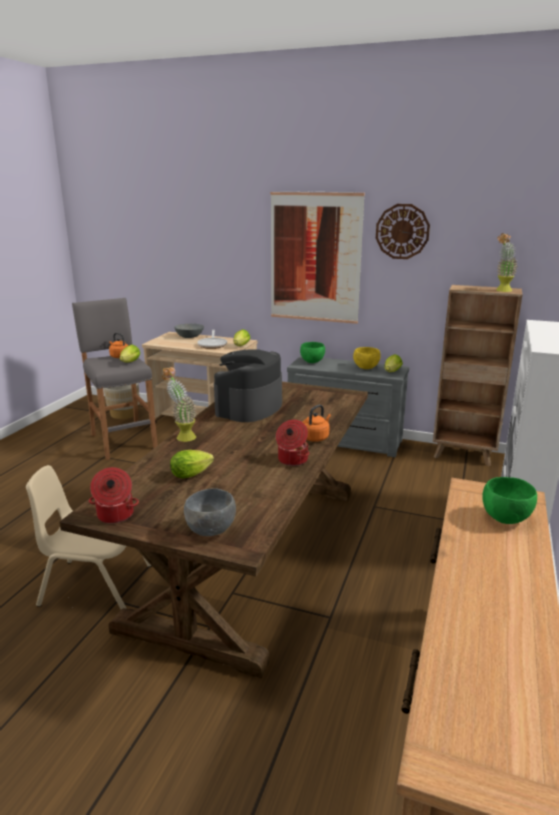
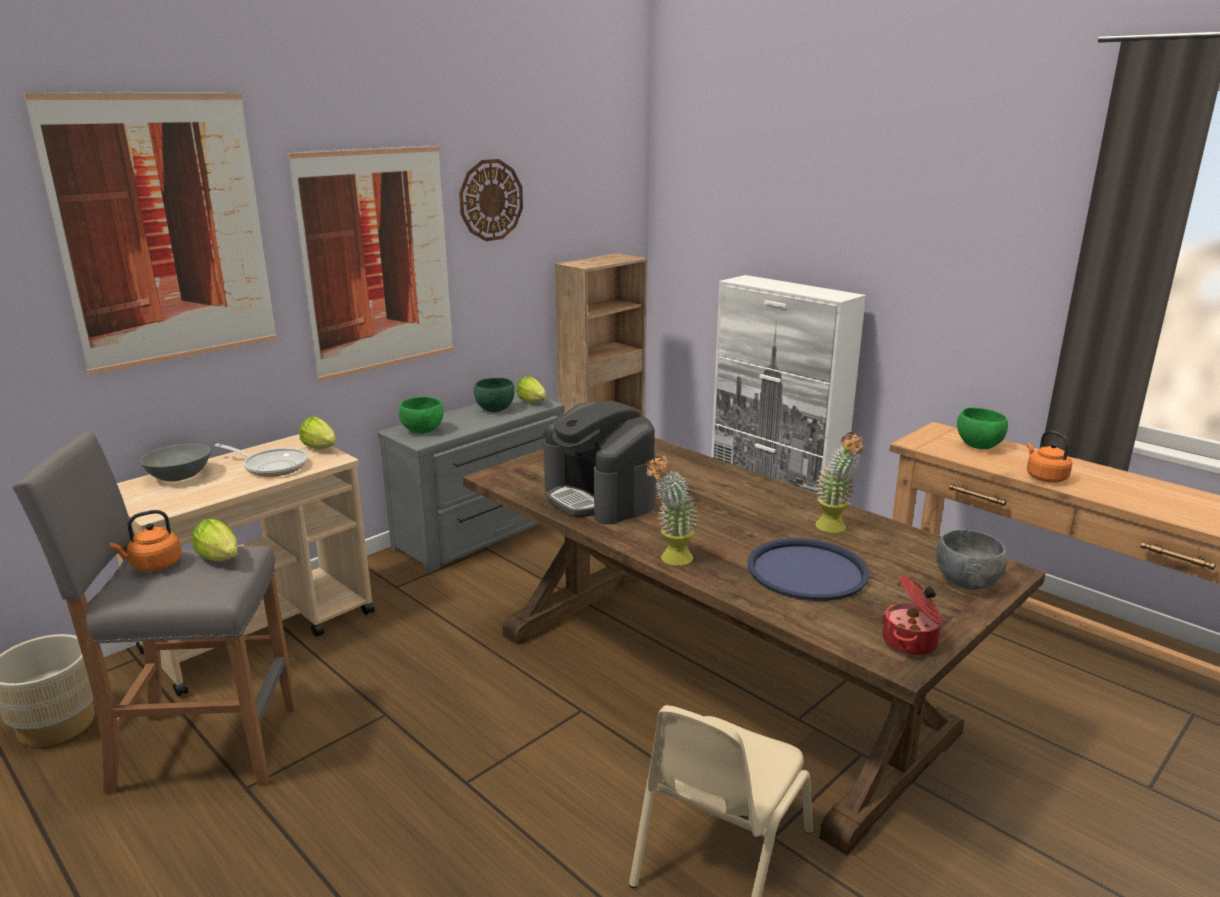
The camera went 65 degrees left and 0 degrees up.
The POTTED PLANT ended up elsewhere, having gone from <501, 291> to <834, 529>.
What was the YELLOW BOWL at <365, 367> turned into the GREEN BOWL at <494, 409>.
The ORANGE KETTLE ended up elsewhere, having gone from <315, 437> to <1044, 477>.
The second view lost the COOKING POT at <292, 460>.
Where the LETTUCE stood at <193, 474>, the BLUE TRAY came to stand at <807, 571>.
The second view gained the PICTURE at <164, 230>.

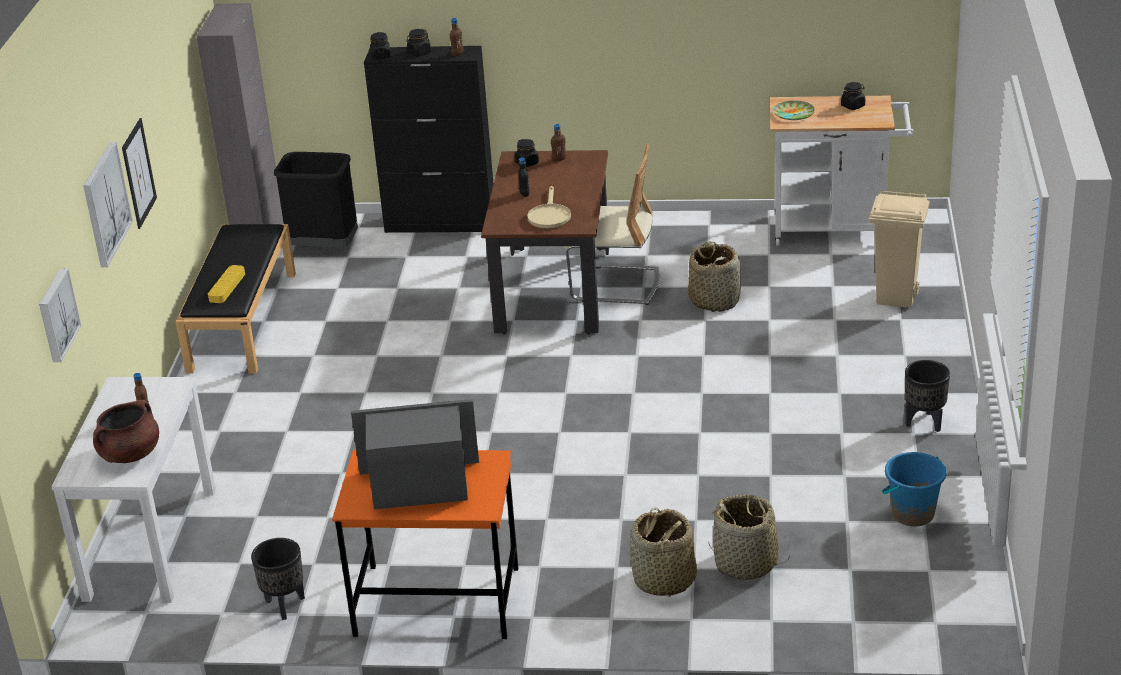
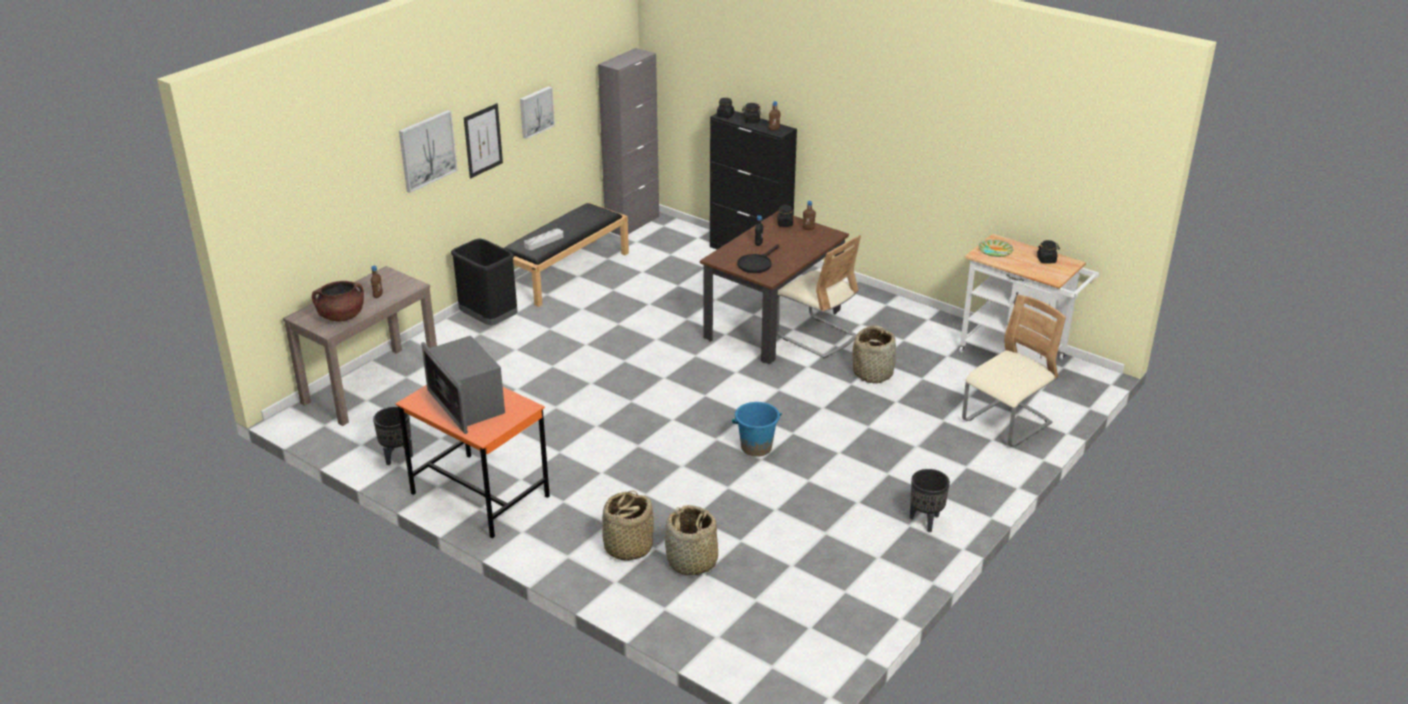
The camera went 30 degrees right and 0 degrees up.
The BLACK TRASH CAN ended up elsewhere, having gone from <324, 247> to <489, 320>.
What was the BEIGE FRYING PAN at <549, 215> turned into the BLACK FRYING PAN at <757, 264>.
Where the BEIGE TRASH CAN stood at <896, 298>, the BEIGE CHAIR came to stand at <1006, 423>.
What was the YELLOW TRAY at <227, 287> turned into the GREY TRAY at <544, 241>.
The PICTURE ended up elsewhere, having gone from <56, 315> to <535, 111>.
What was the WHITE CONSOLE TABLE at <151, 542> turned into the BROWN CONSOLE TABLE at <371, 385>.
The MICROWAVE at <419, 484> ended up facing another way, 150 degrees counterclockwise from before.
The BLUE BUCKET ended up elsewhere, having gone from <912, 514> to <756, 447>.

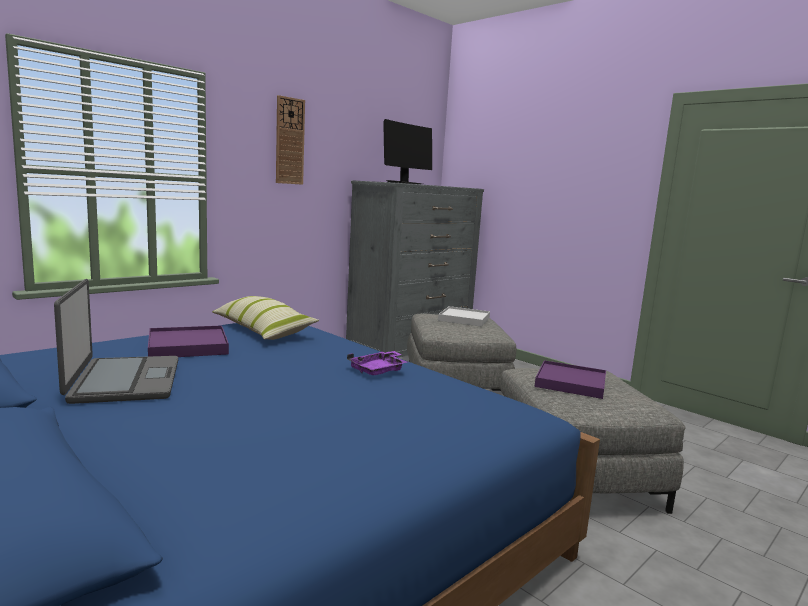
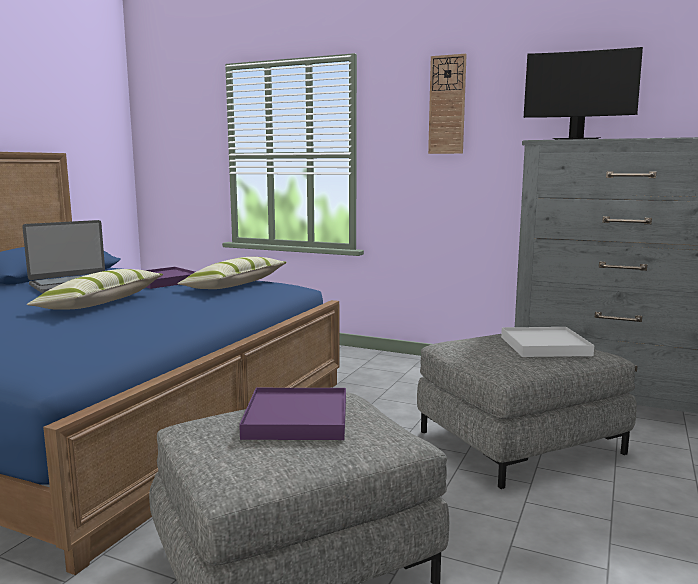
The camera went 70 degrees right and 0 degrees up.
The second view lost the PURPLE TRAY at <378, 370>.
The second view gained the PILLOW at <101, 303>.

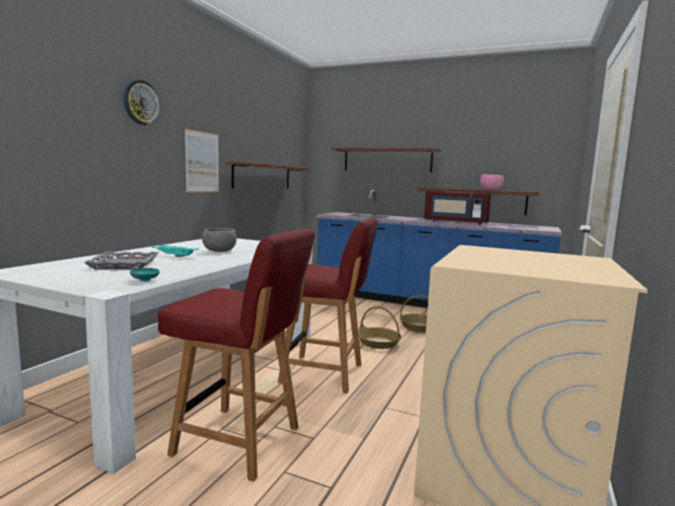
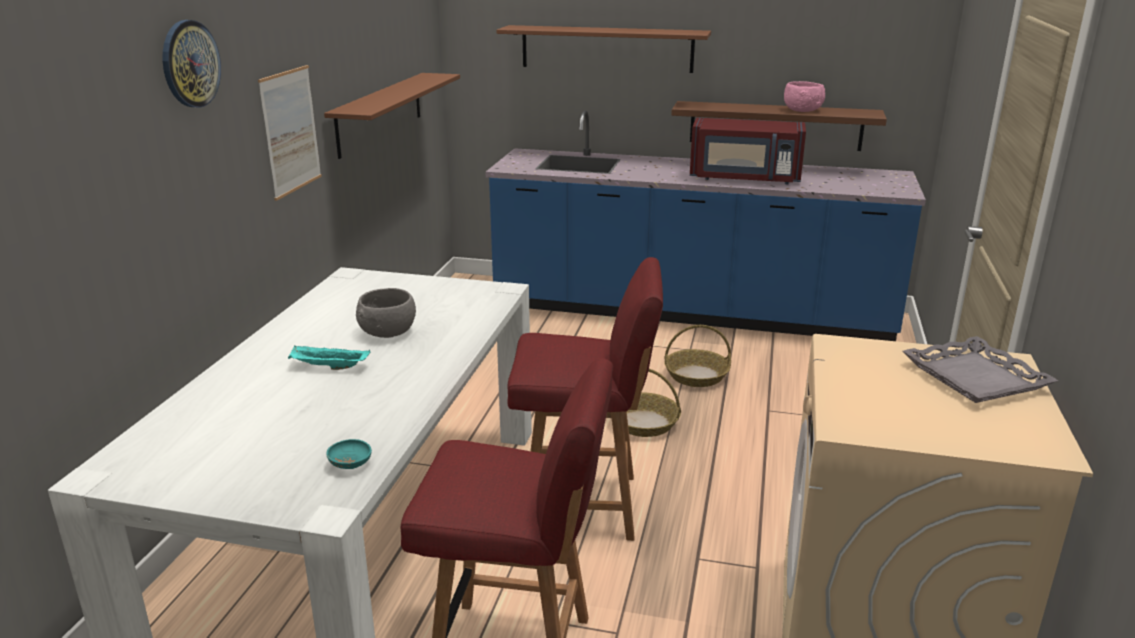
The camera went 10 degrees left and 15 degrees up.
The GREY TRAY ended up elsewhere, having gone from <125, 264> to <976, 377>.

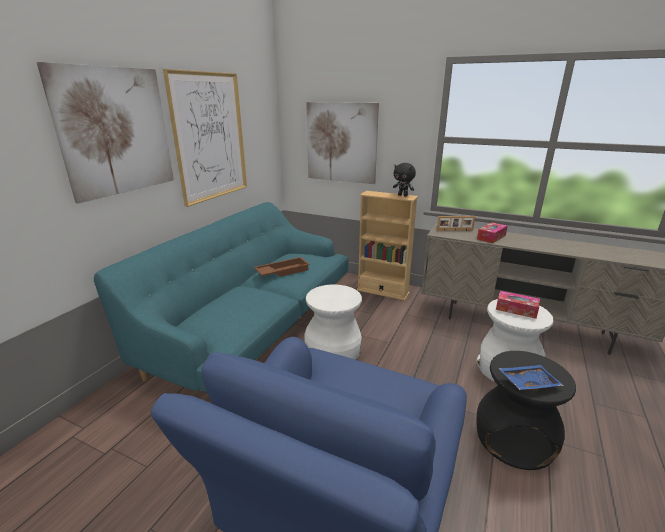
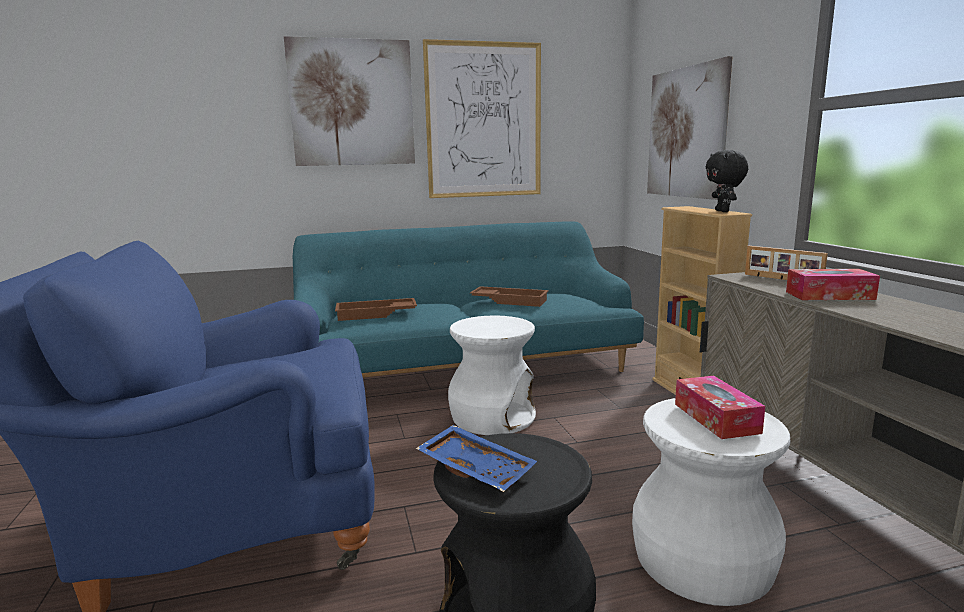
The camera went 50 degrees right and 10 degrees down.
The second view gained the BROWN TRAY at <376, 314>.

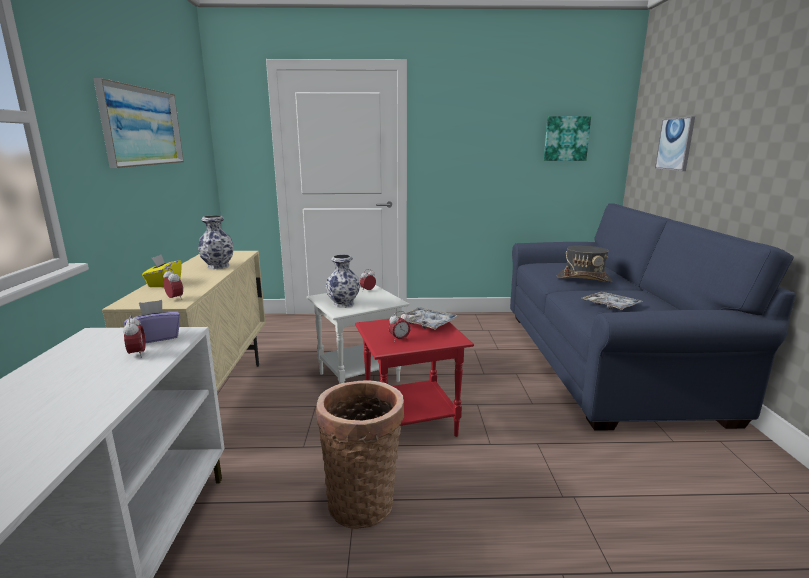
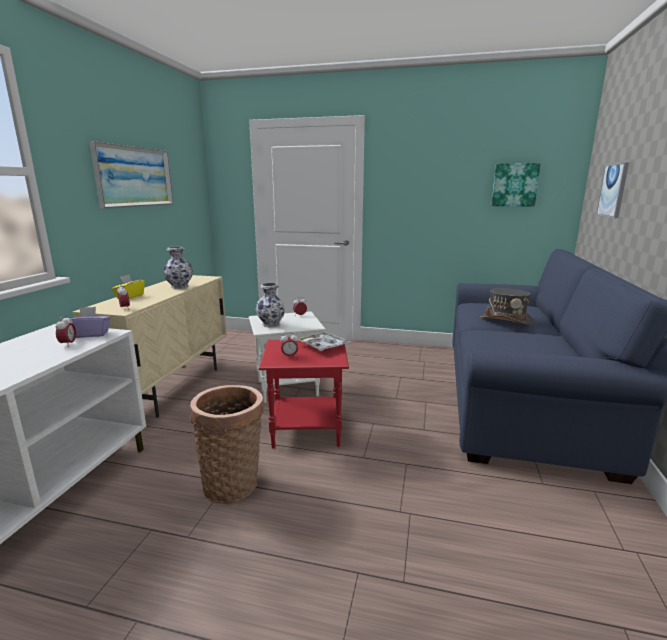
The camera went 15 degrees right and 0 degrees up.
The second view lost the TRAY at <610, 305>.

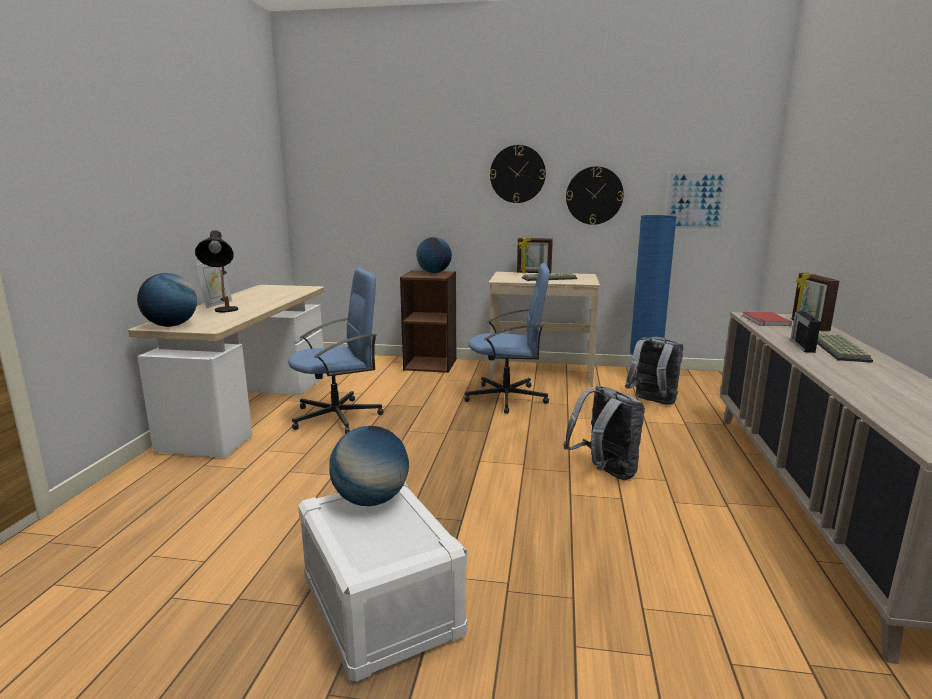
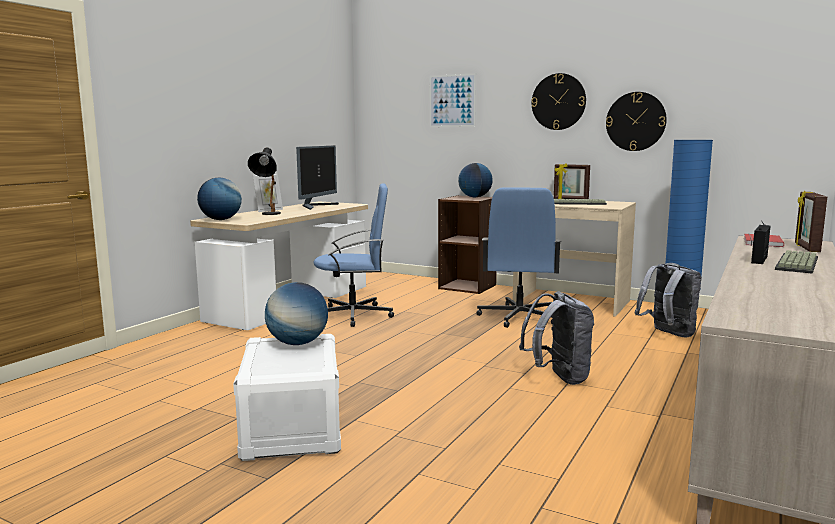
The camera went 20 degrees right and 5 degrees down.
The PICTURE ended up elsewhere, having gone from <695, 201> to <452, 100>.
The BLUE OFFICE CHAIR at <507, 398> ended up facing another way, 75 degrees clockwise from before.
The second view gained the MONITOR at <316, 206>.

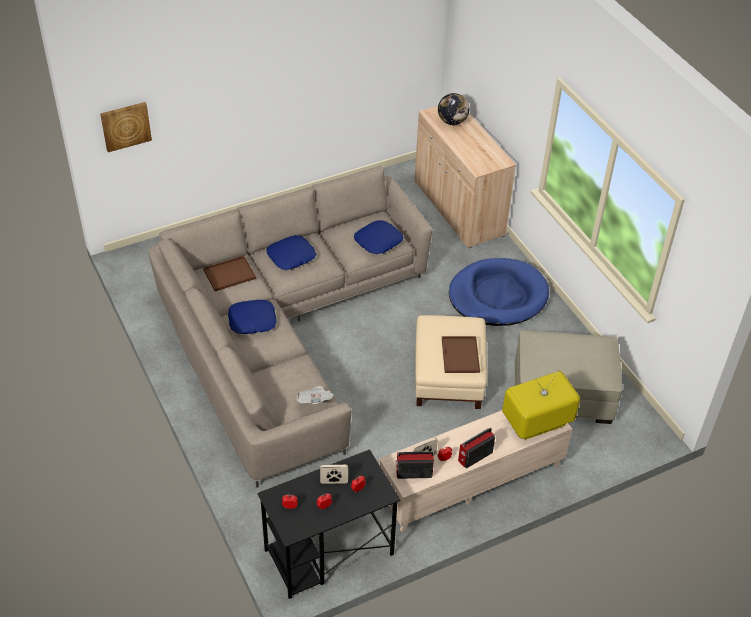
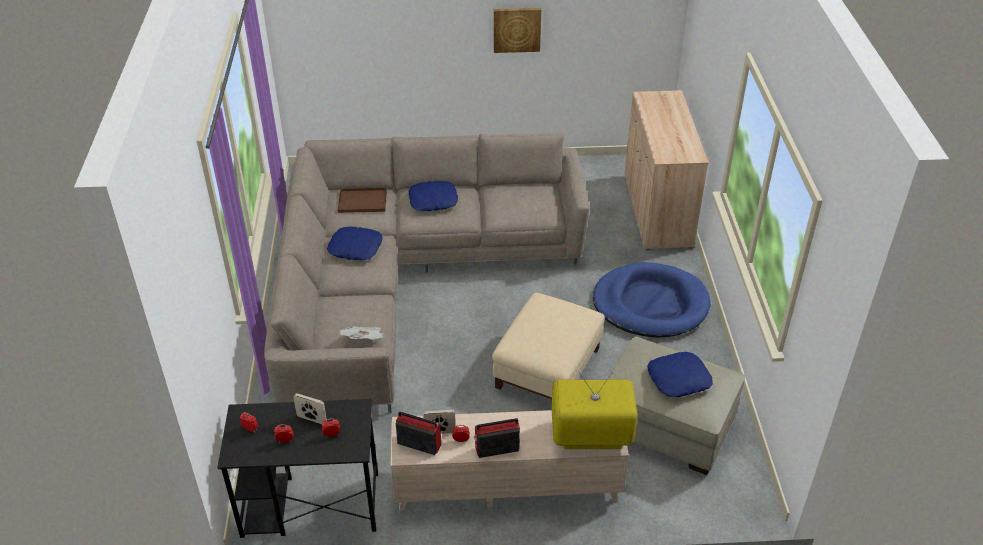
The camera went 25 degrees right and 5 degrees down.
The second view lost the GLOBE at <452, 122>.
The PICTURE ended up elsewhere, having gone from <125, 126> to <517, 29>.
The BLUE PILLOW ended up elsewhere, having gone from <378, 241> to <678, 379>.
The second view lost the BROWN TRAY at <461, 356>.

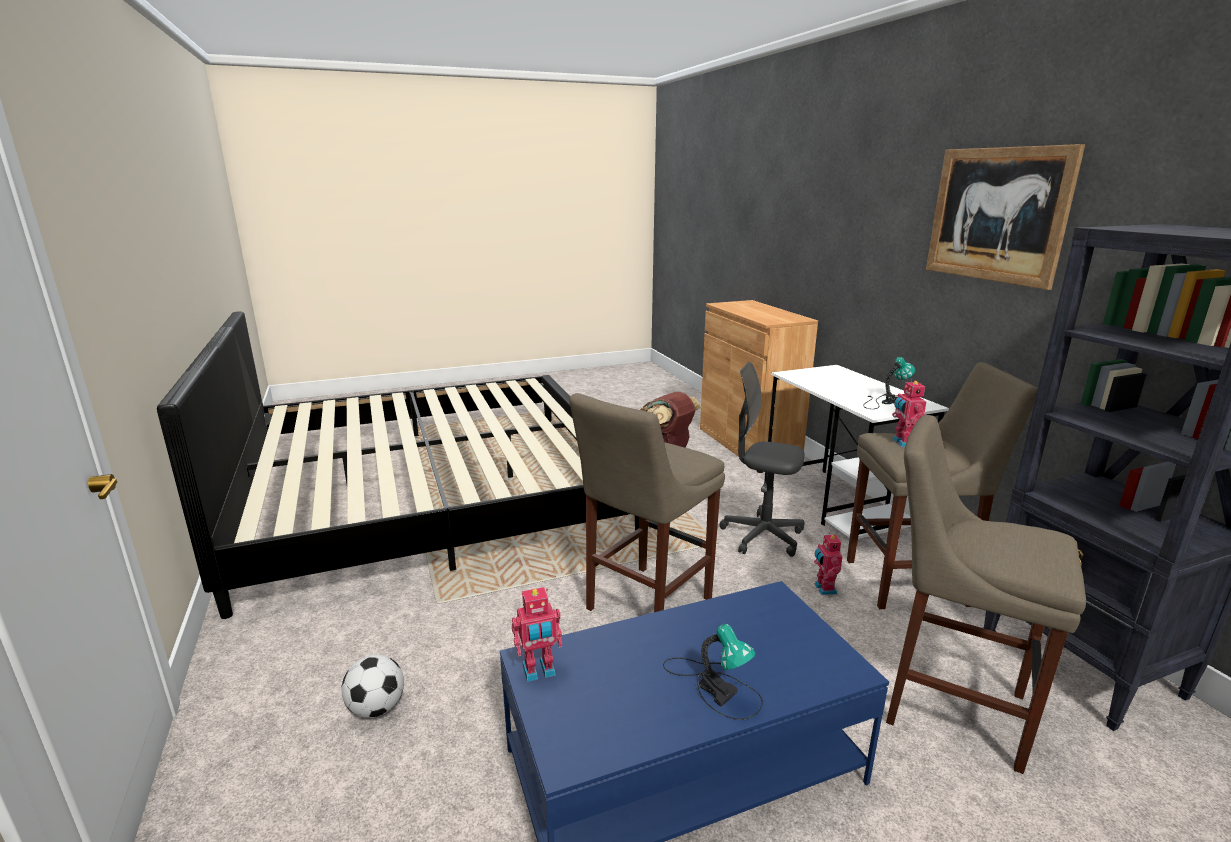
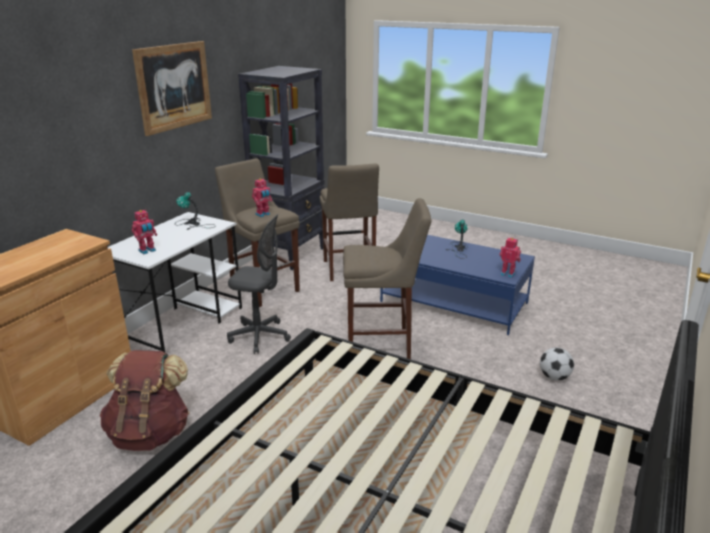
The camera went 130 degrees left and 5 degrees up.
The GREY OFFICE CHAIR at <762, 536> ended up facing another way, 60 degrees counterclockwise from before.
The TOY ROBOT ended up elsewhere, having gone from <824, 589> to <147, 251>.

